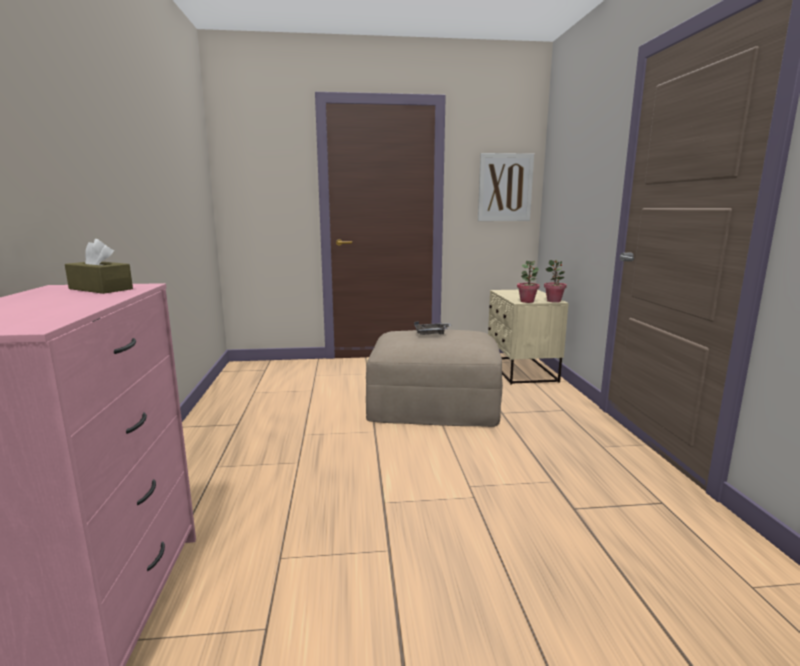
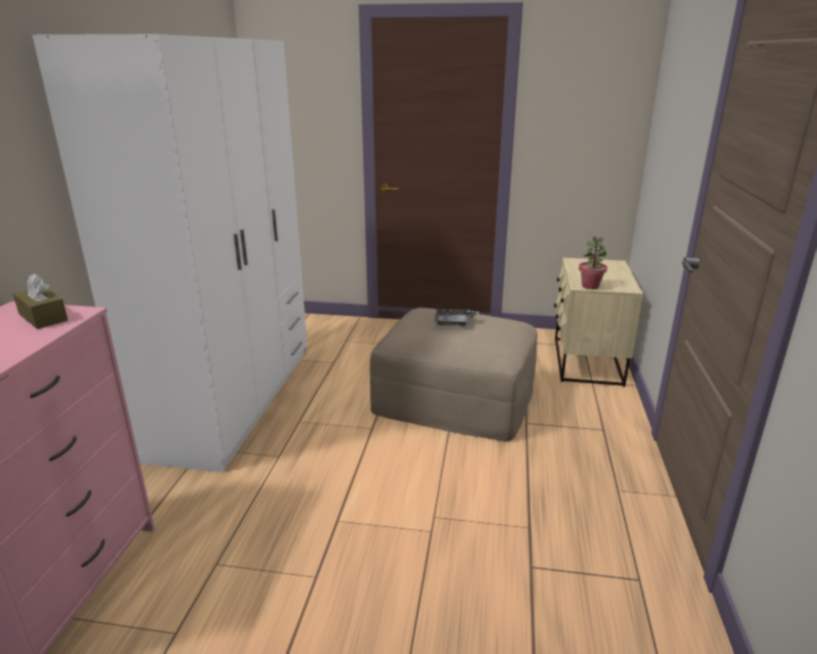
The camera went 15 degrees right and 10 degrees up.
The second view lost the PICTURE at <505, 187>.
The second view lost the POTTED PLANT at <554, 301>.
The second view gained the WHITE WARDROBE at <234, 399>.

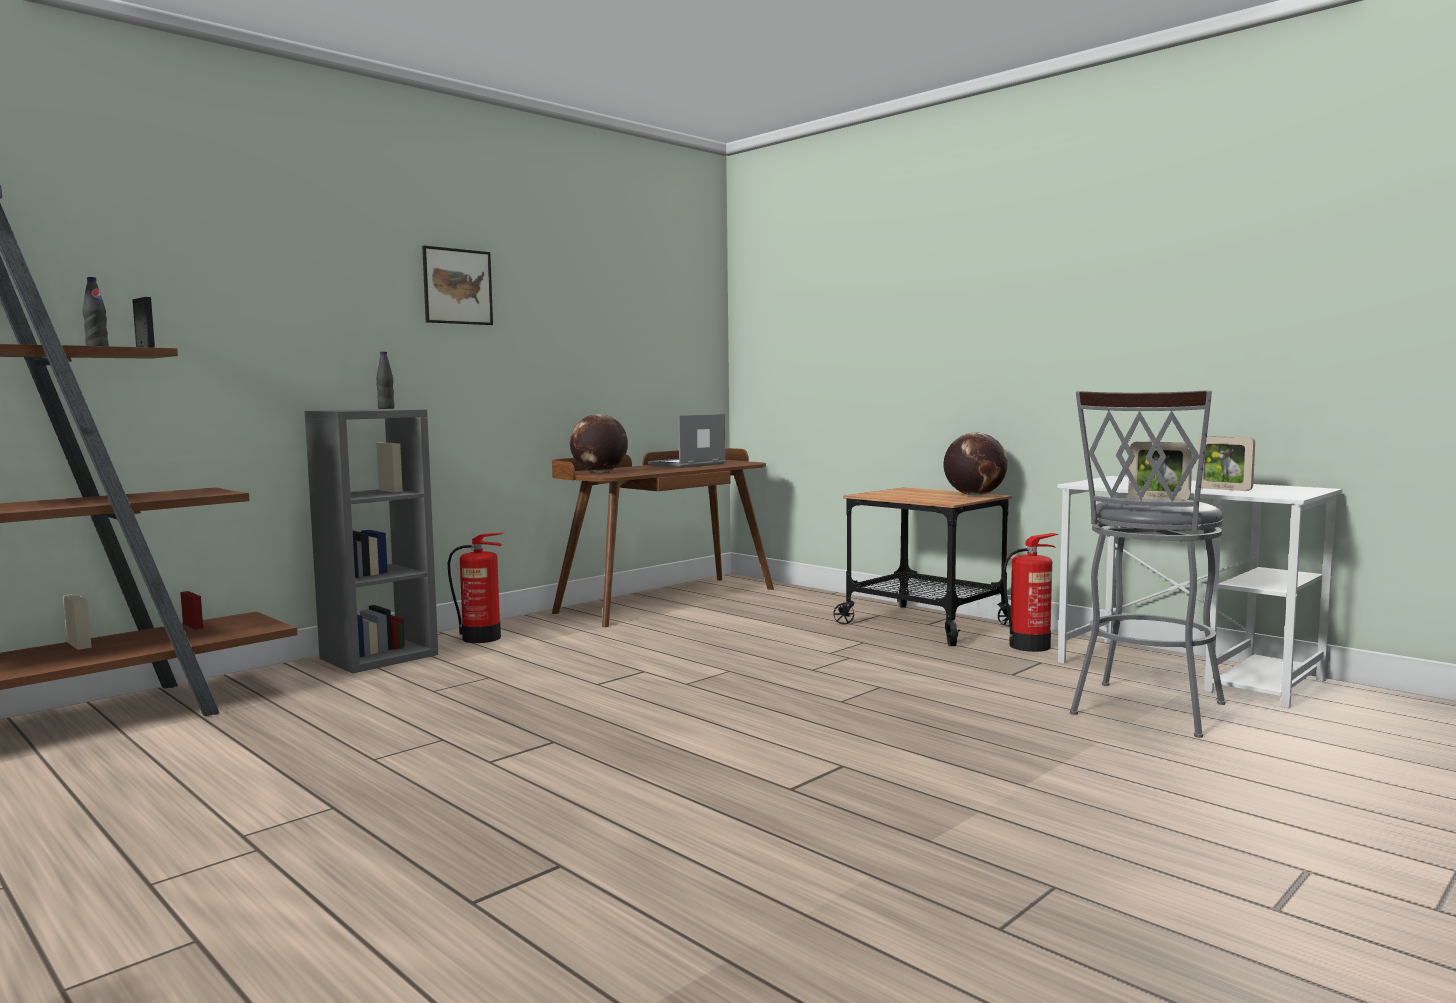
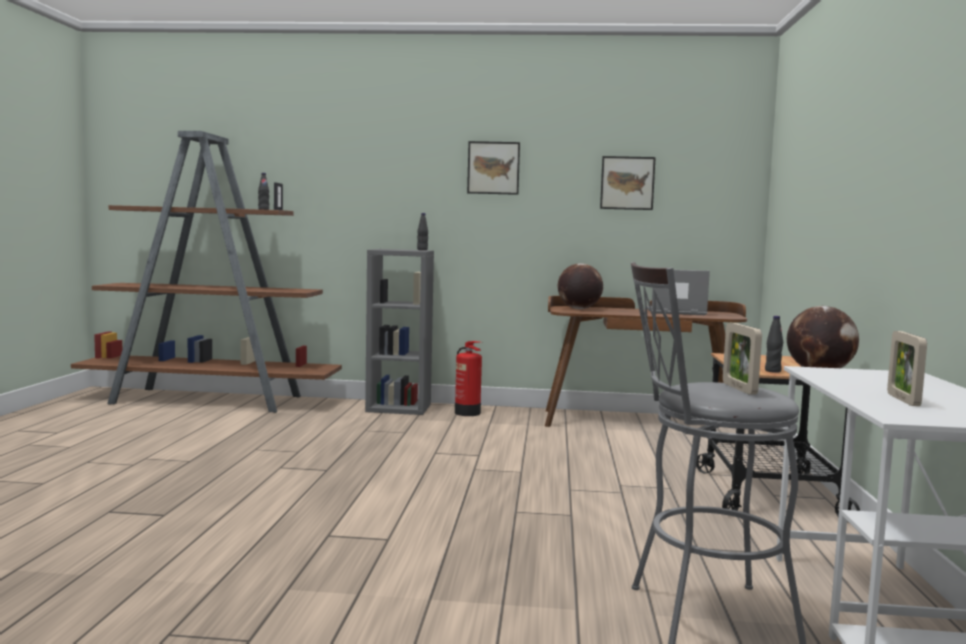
The camera went 50 degrees right and 0 degrees up.
The second view lost the FIRE EXTINGUISHER at <1030, 646>.
The second view gained the PICTURE at <627, 183>.
The second view gained the BLACK BOTTLE at <772, 371>.

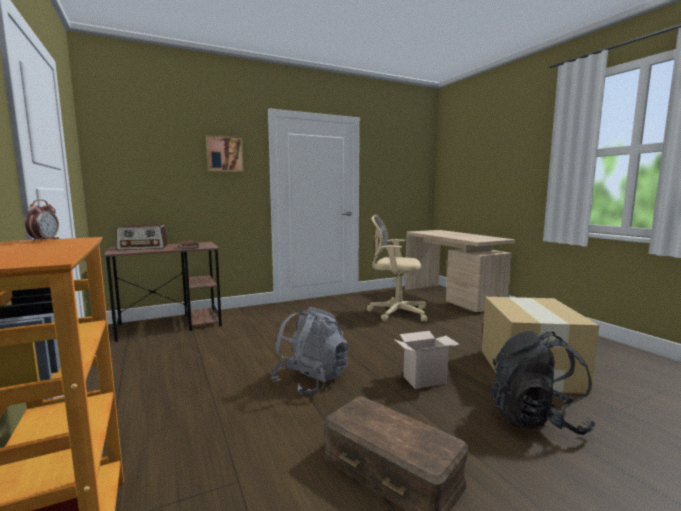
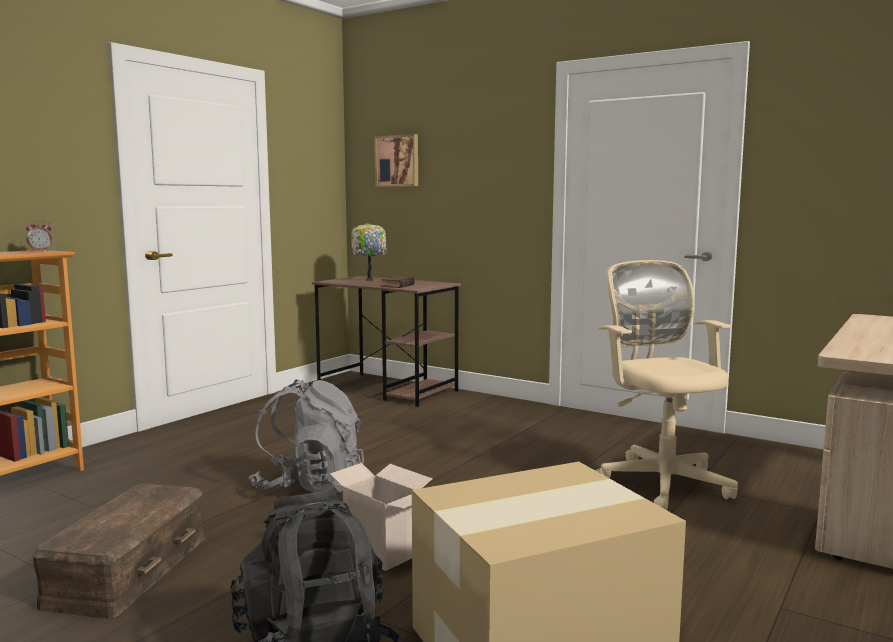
The camera went 60 degrees right and 0 degrees up.
The PICTURE ended up elsewhere, having gone from <224, 154> to <398, 161>.
Where the RADIO stood at <143, 247>, the TABLE LAMP came to stand at <369, 280>.

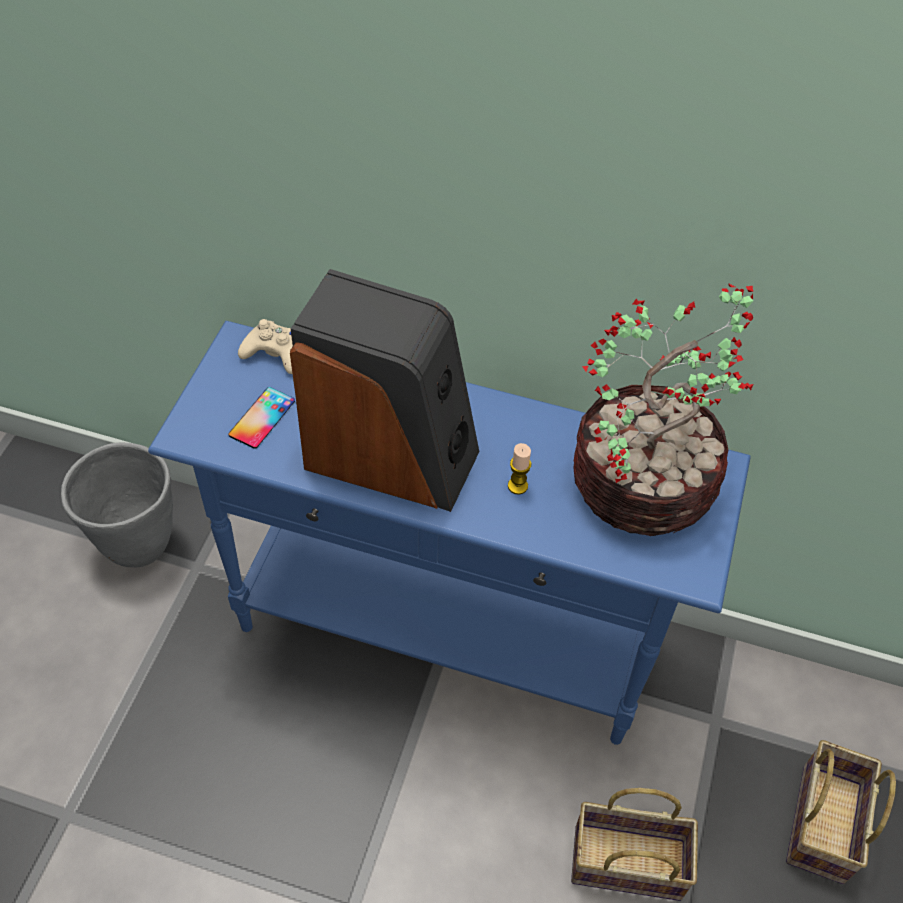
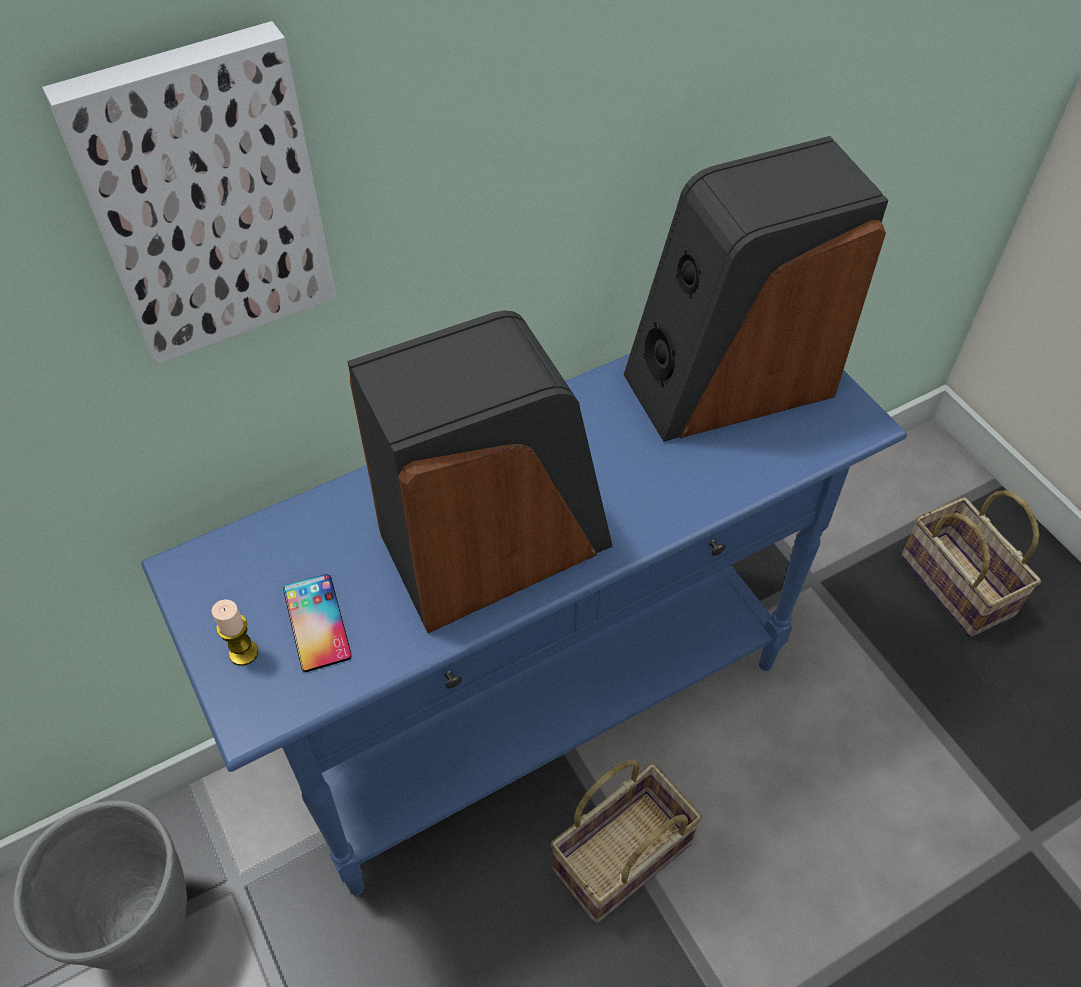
The camera went 45 degrees left and 0 degrees up.
Where the POTTED PLANT stood at <645, 483>, the SPEAKER came to stand at <728, 381>.
The second view lost the BEIGE GAME CONTROLLER at <276, 353>.
The CANDLE ended up elsewhere, having gone from <517, 486> to <243, 653>.
The BASKET ended up elsewhere, having gone from <624, 864> to <621, 861>.
The second view gained the PICTURE at <203, 197>.

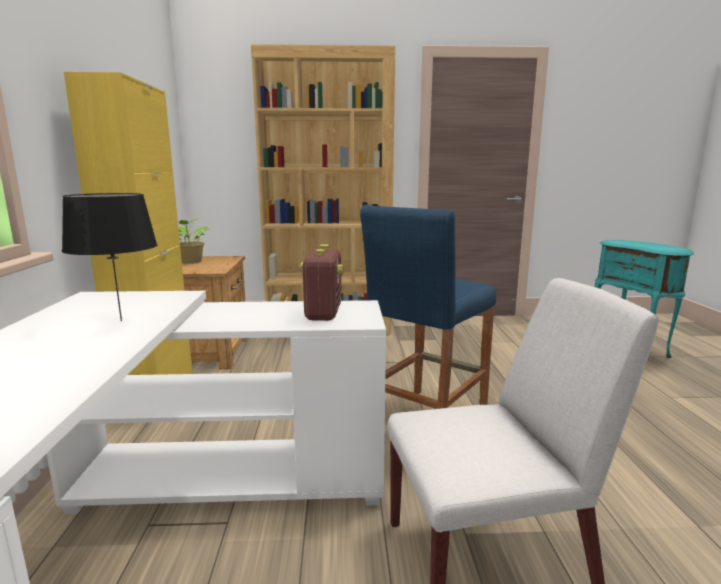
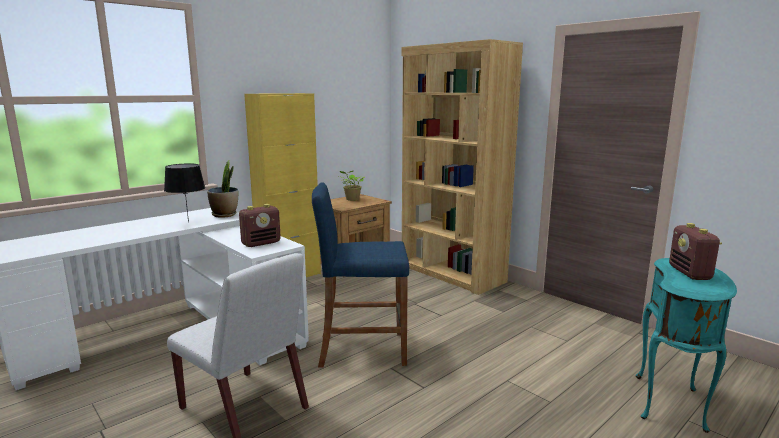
The camera went 50 degrees right and 0 degrees up.
The second view gained the POTTED PLANT at <225, 215>.
The second view gained the RADIO at <690, 273>.

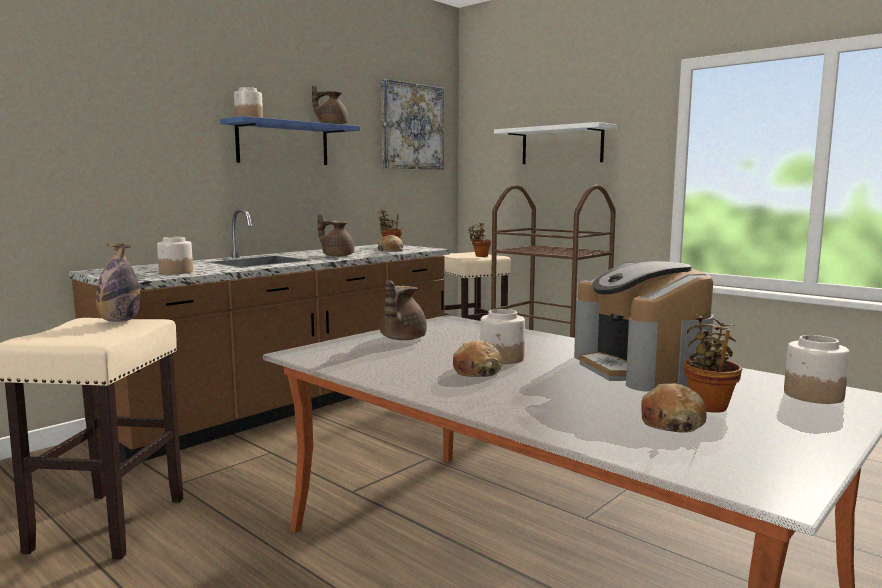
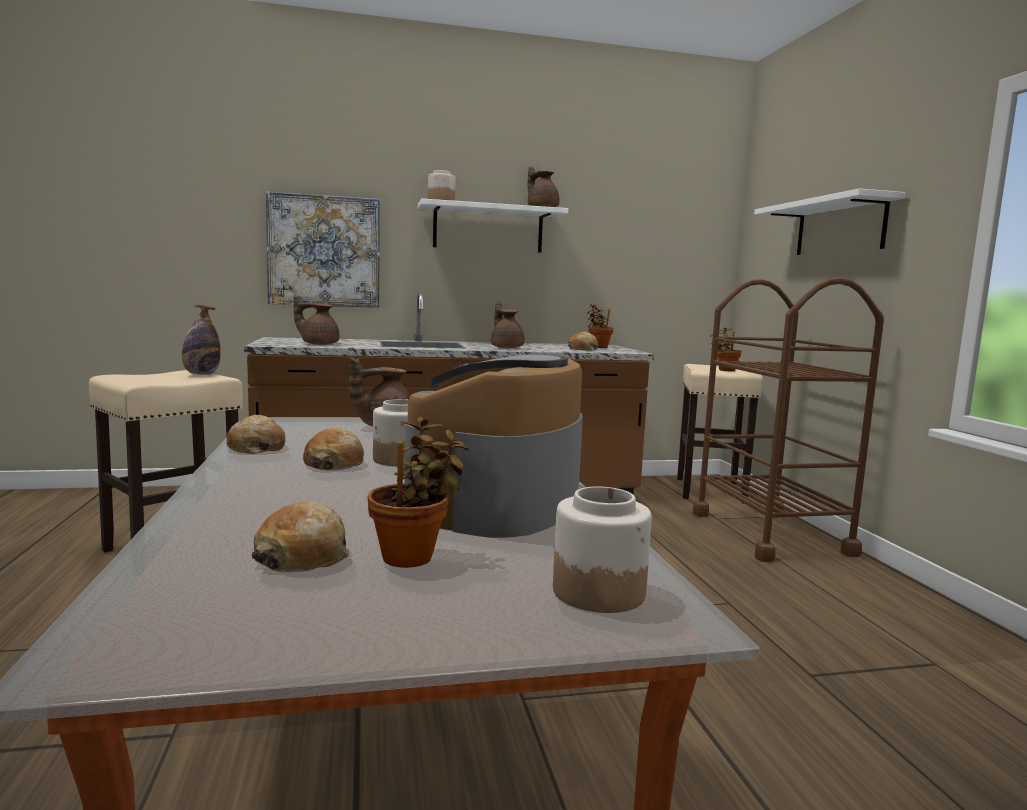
The camera went 35 degrees right and 0 degrees up.
The PICTURE ended up elsewhere, having gone from <412, 126> to <324, 251>.
What was the BLUE SHELF at <283, 144> turned into the WHITE SHELF at <488, 229>.
Where the JAR stood at <176, 272>, the BROWN TEAPOT came to stand at <318, 344>.
The second view gained the BREAD at <256, 448>.

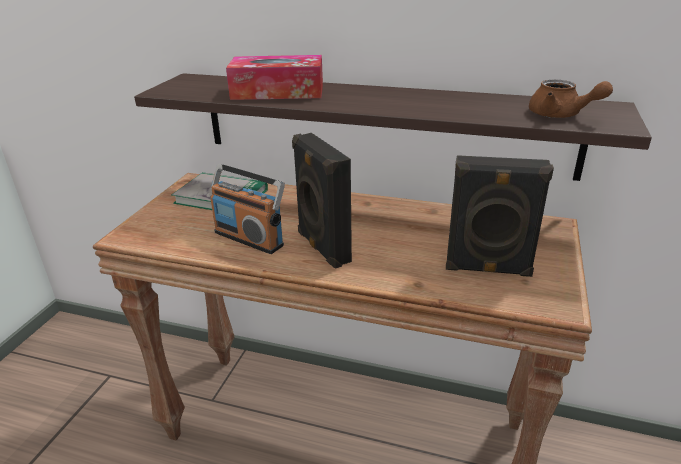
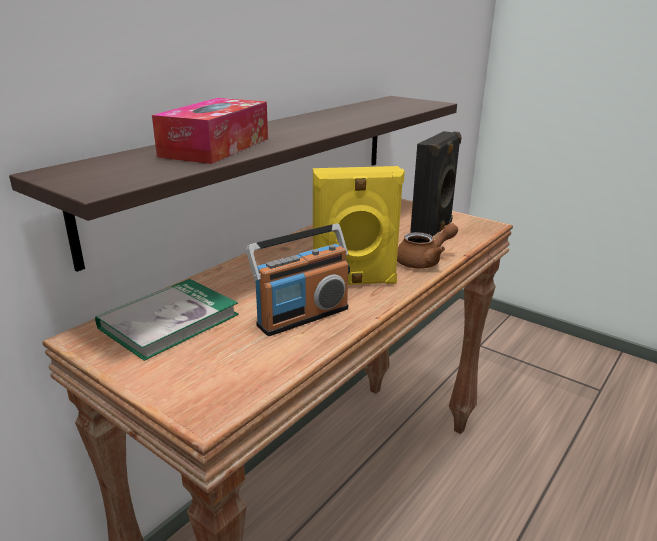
The camera went 70 degrees left and 5 degrees down.
The BROWN TEAPOT ended up elsewhere, having gone from <560, 115> to <424, 261>.
What was the BLACK SPEAKER at <322, 248> turned into the YELLOW SPEAKER at <354, 282>.

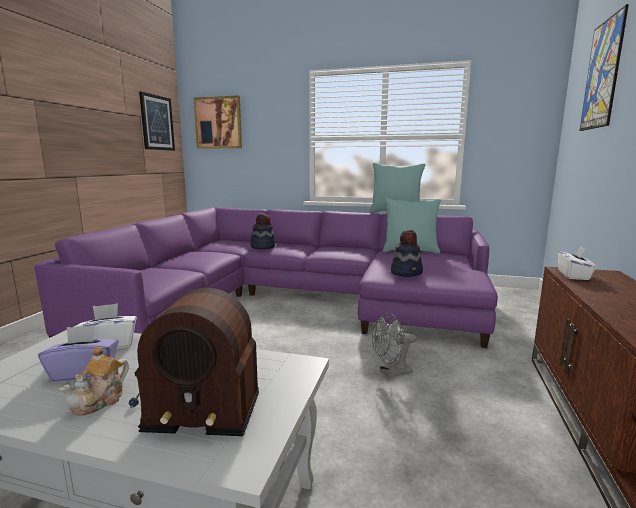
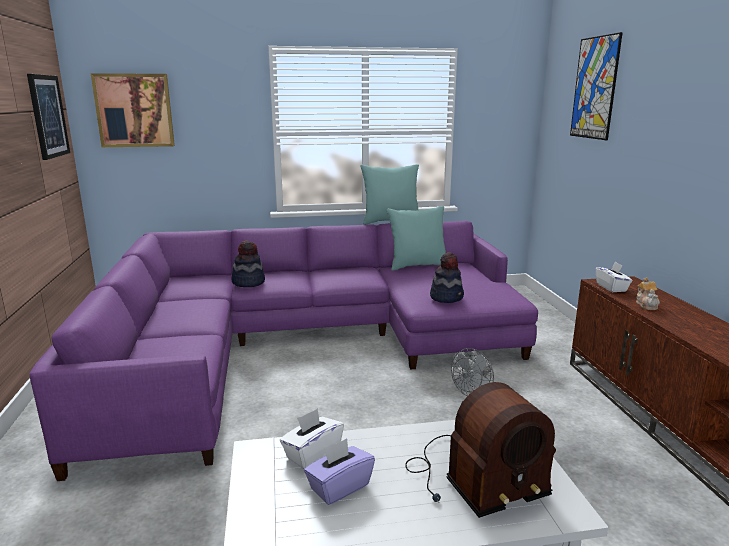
The camera went 25 degrees left and 5 degrees up.
The TEAPOT ended up elsewhere, having gone from <100, 400> to <646, 305>.

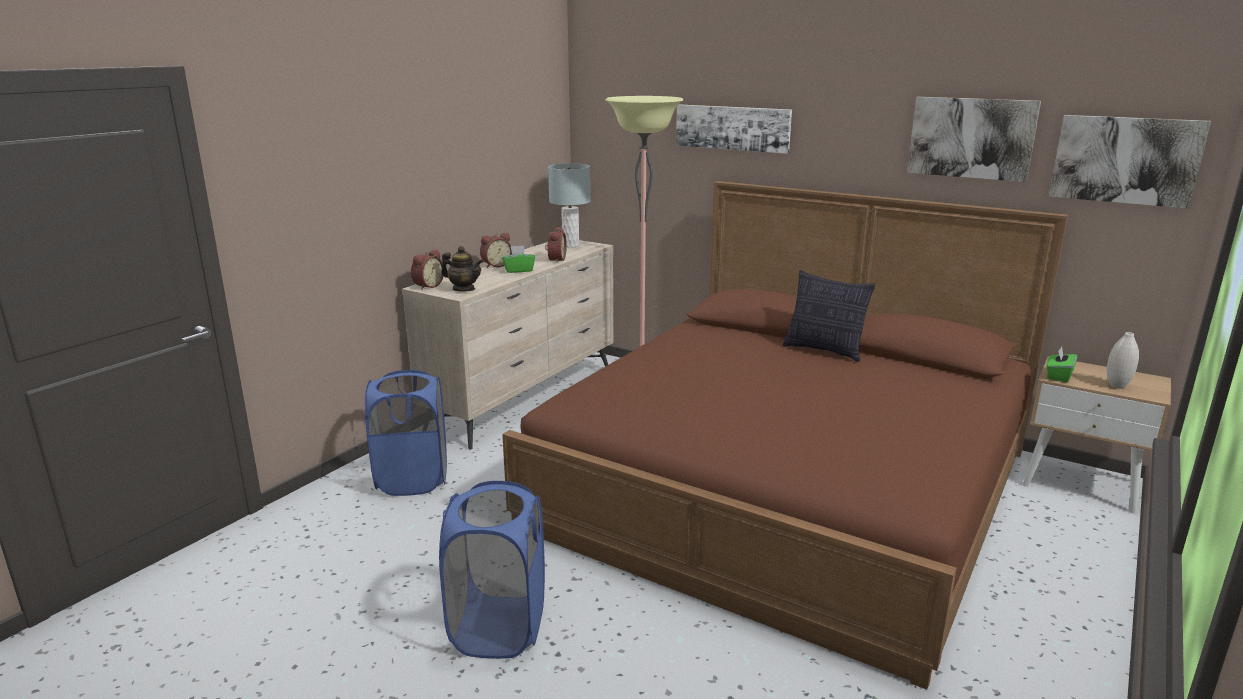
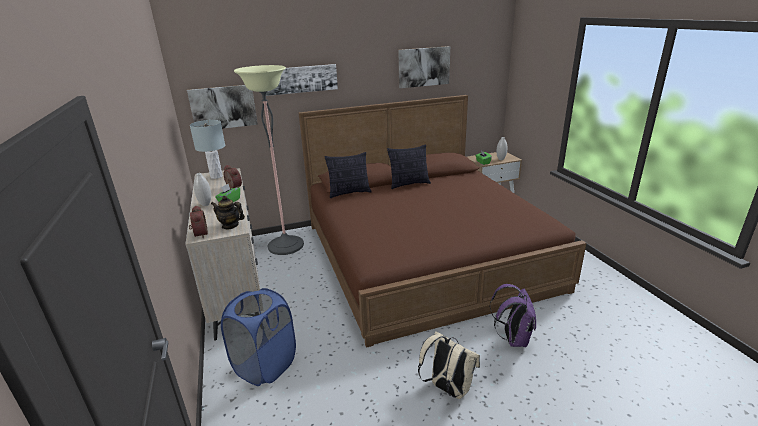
The camera went 50 degrees left and 5 degrees up.
The PICTURE ended up elsewhere, having gone from <1125, 160> to <223, 107>.
Where the ALARM CLOCK stood at <496, 265>, the WHITE VASE came to stand at <205, 204>.
The TEAPOT at <463, 289> ended up facing another way, 135 degrees counterclockwise from before.
Where the BLUE LAUNDRY BASKET stood at <499, 627>, the BEIGE BACKPACK came to stand at <447, 389>.
The second view gained the PILLOW at <349, 193>.
The second view gained the PURPLE BACKPACK at <513, 338>.

